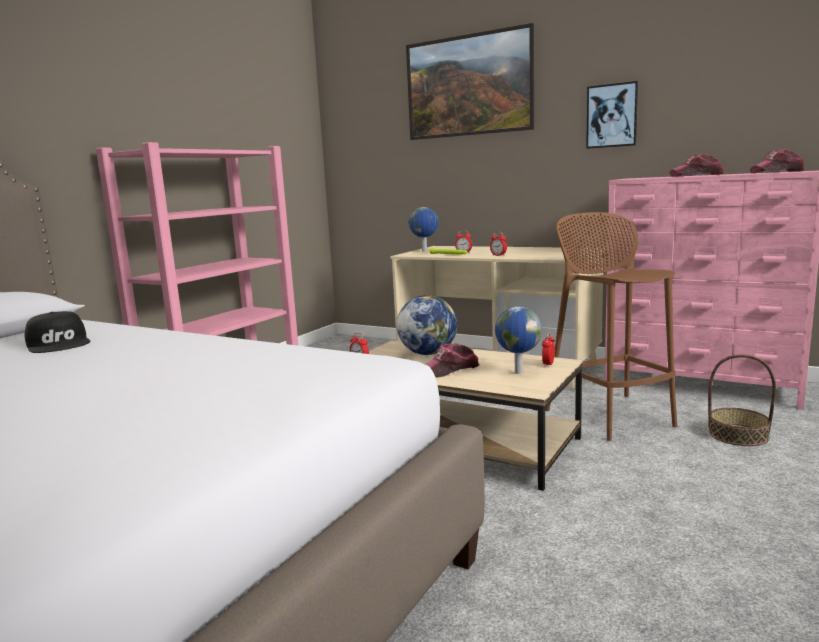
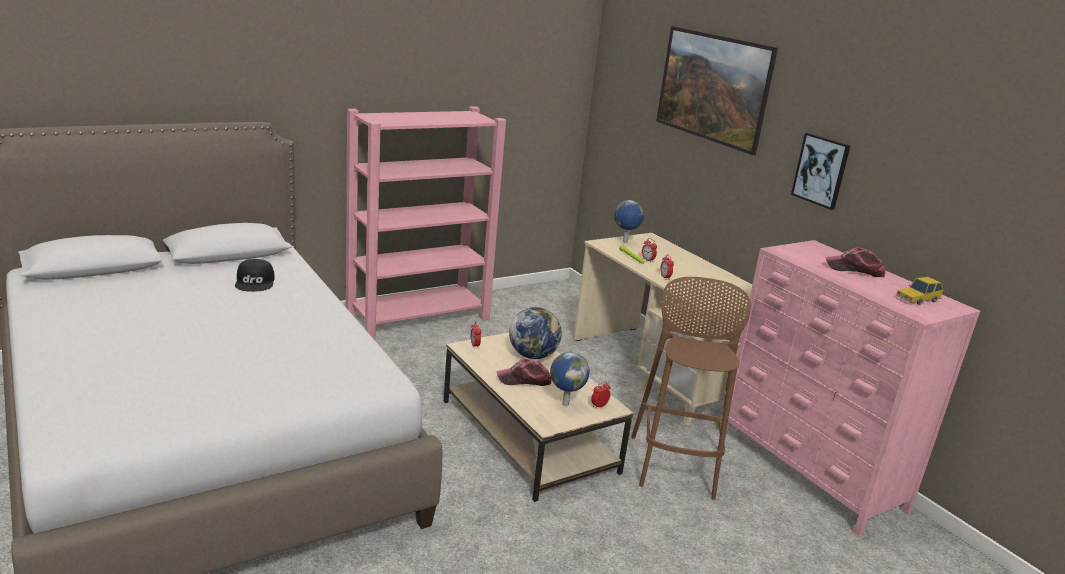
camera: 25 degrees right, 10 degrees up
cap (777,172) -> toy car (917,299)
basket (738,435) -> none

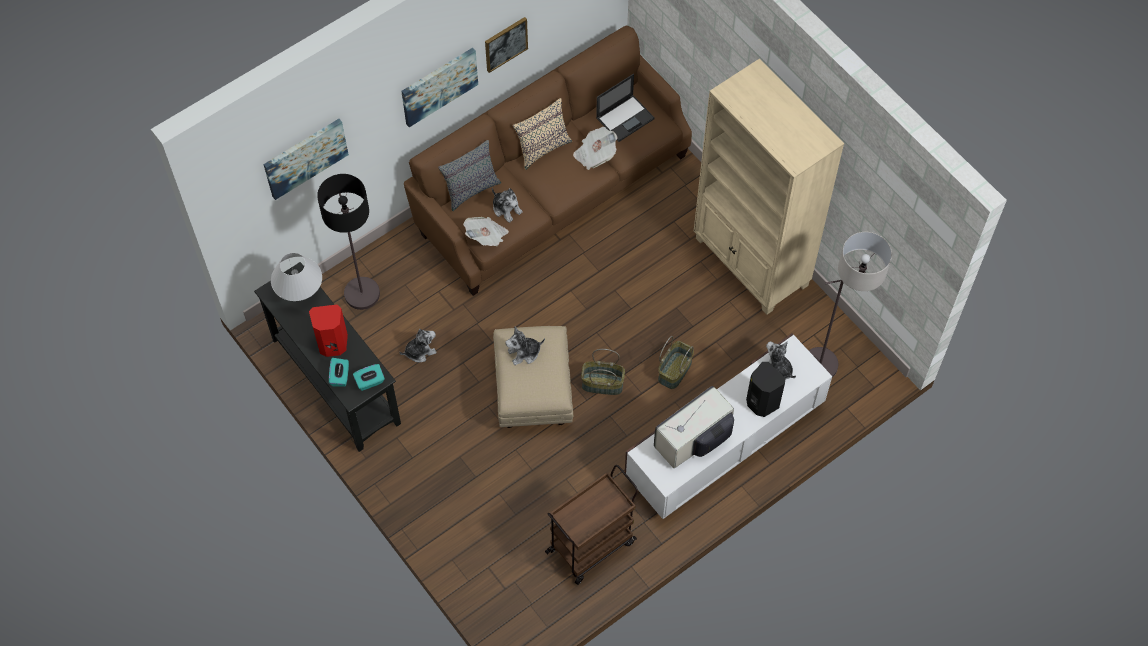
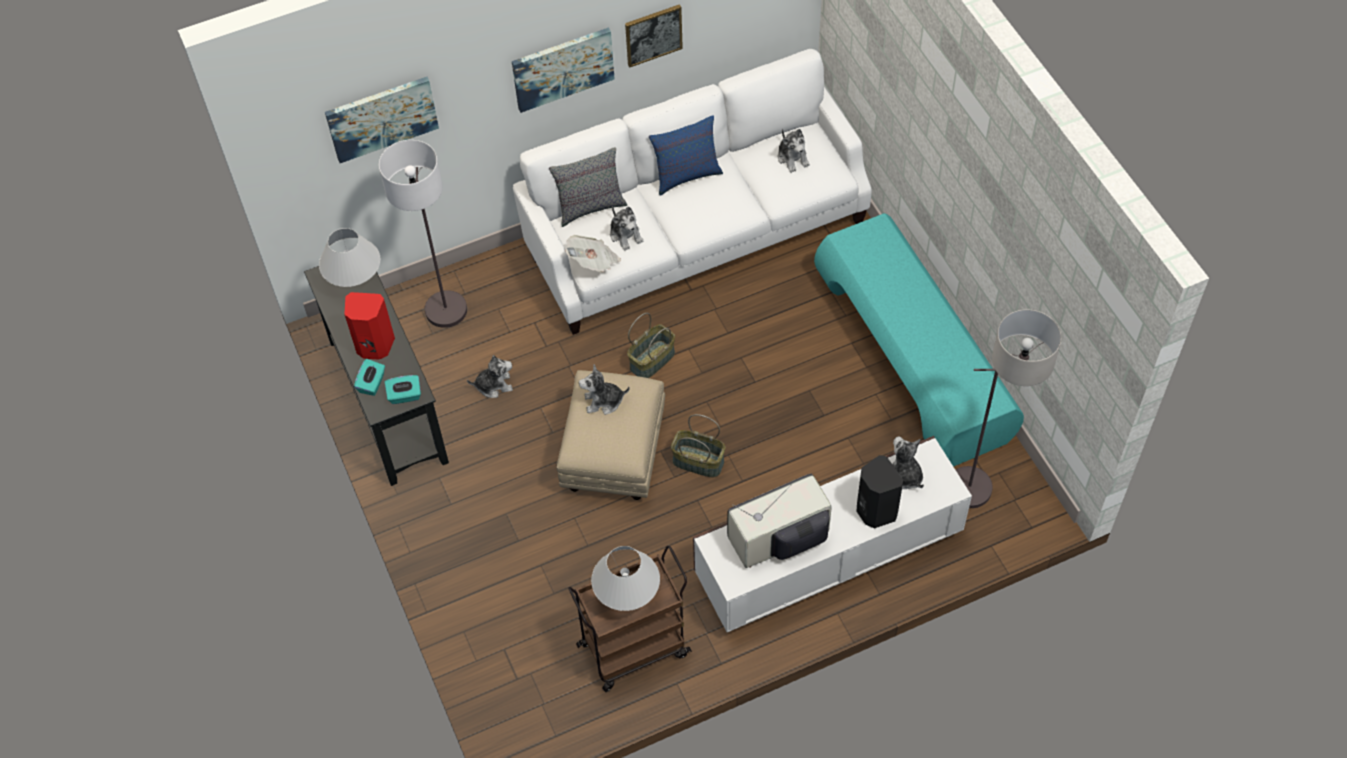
camera: 15 degrees right, 5 degrees down
blackish standard lamp (364,303) -> whitish standard lamp (446,321)
brown couch (551,190) -> whitish couch (695,234)
none -> whitish table lamp (627,596)
basket (674,370) -> basket (652,359), shifted
beige pillow (543,149) -> bluish pillow (687,177)
portable computer (625,118) -> plush toy (792,158)
beige bookcase (751,263) -> turquoise-coloured long seat (913,355)
daily paper (595,154) -> none

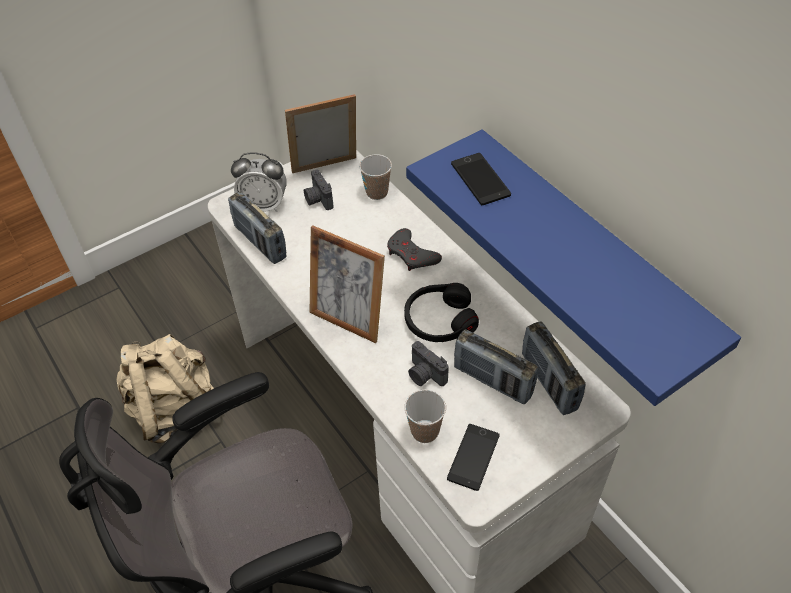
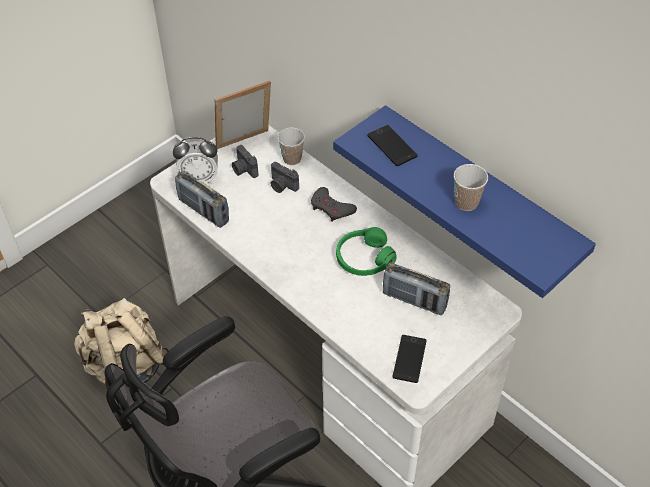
camera: 10 degrees left, 0 degrees up
photo camera (425,375) -> photo camera (282,186), shifted
blackish headphones (439,320) -> greenish headphones (364,258)
small cup (425,431) -> small cup (466,203), shifted
photo frame (348,319) -> none
radio receiver (548,382) -> none

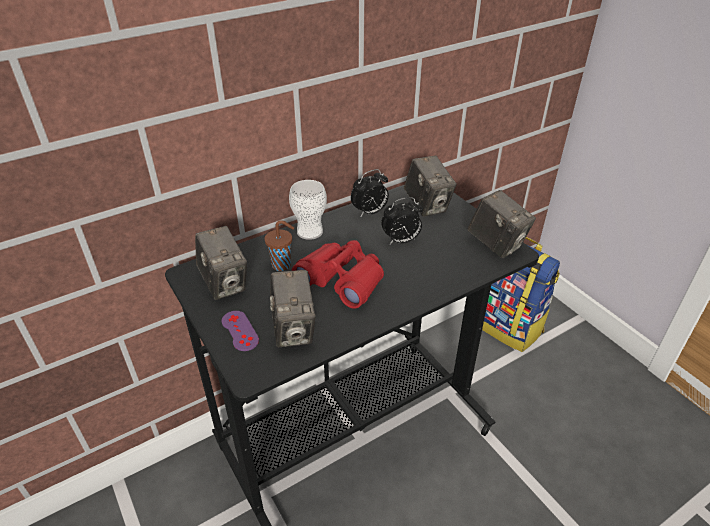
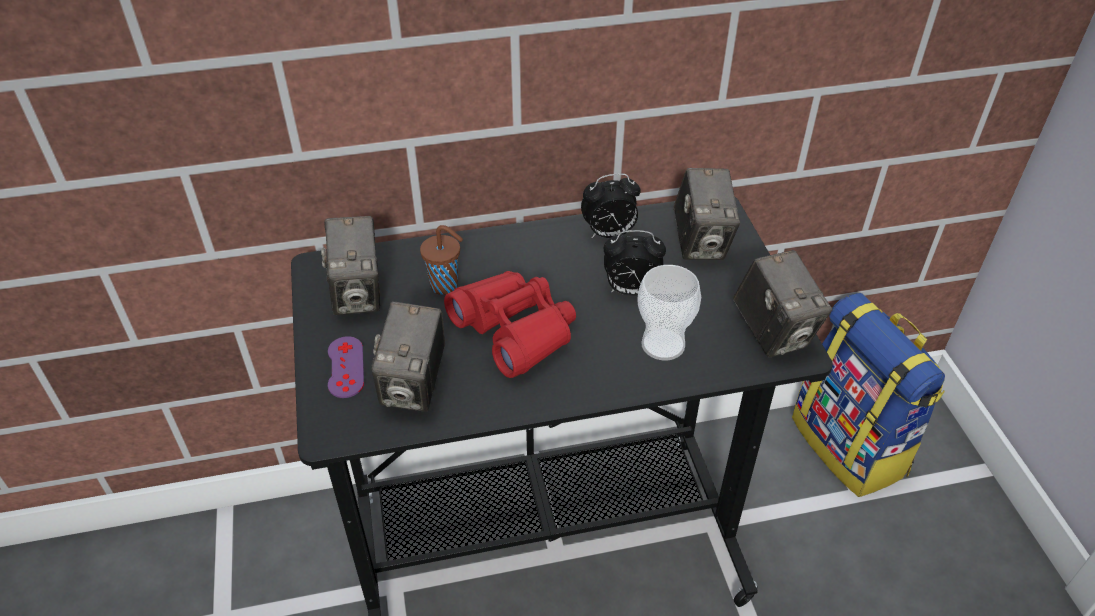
camera: 20 degrees right, 5 degrees up
small cup (310,231) -> small cup (663,344), shifted

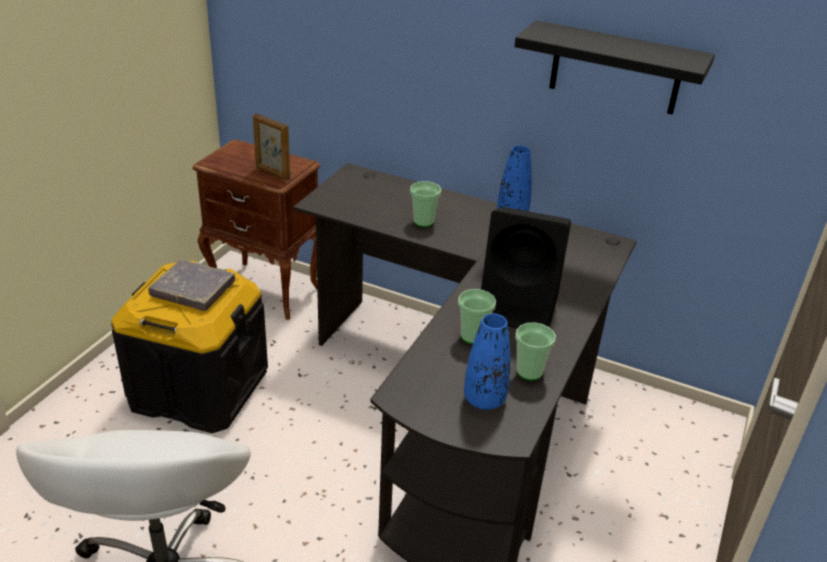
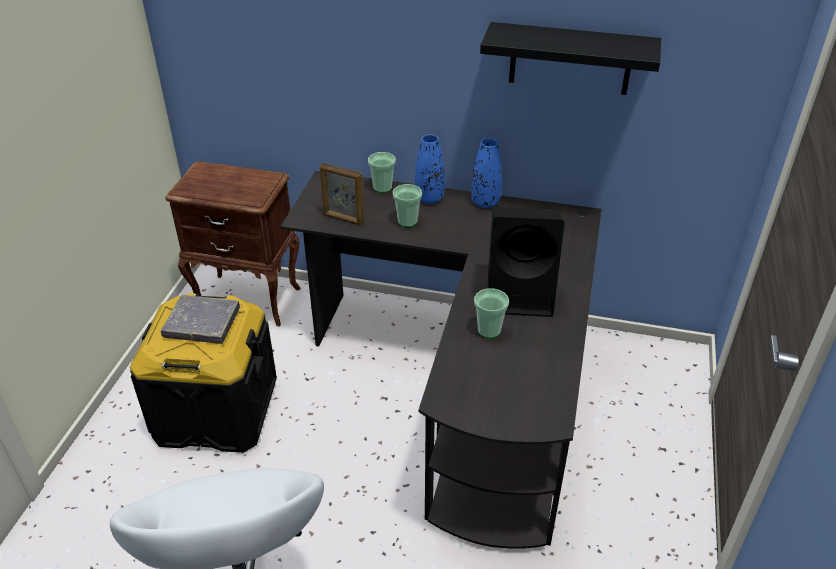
camera: 10 degrees left, 5 degrees up
photo frame (272,173) -> photo frame (343,219), shifted
small cup (529,371) -> small cup (382,187), shifted
bluish flower vase (484,400) -> bluish flower vase (429,198), shifted

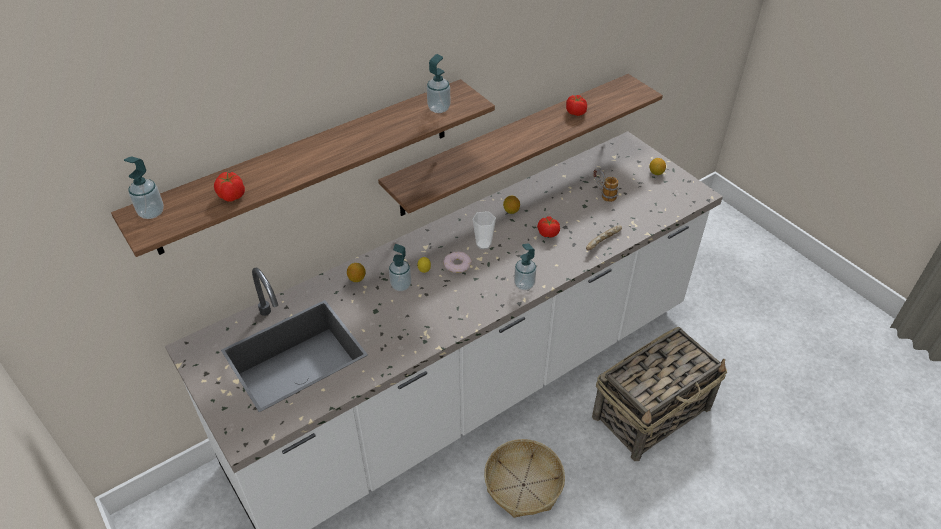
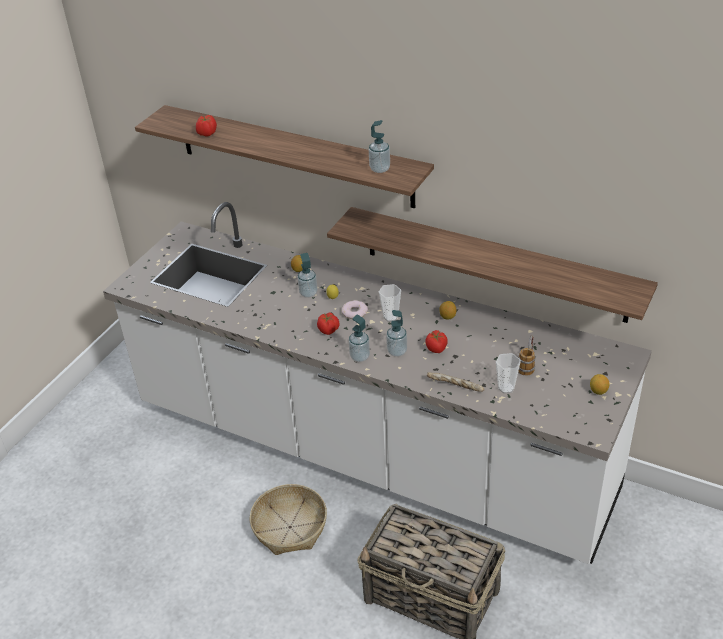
camera: 65 degrees right, 5 degrees down
whole tomato (575,113) -> whole tomato (329,330), shifted
soap dispenser (151,212) -> soap dispenser (397,351), shifted
none -> small cup (506,388)

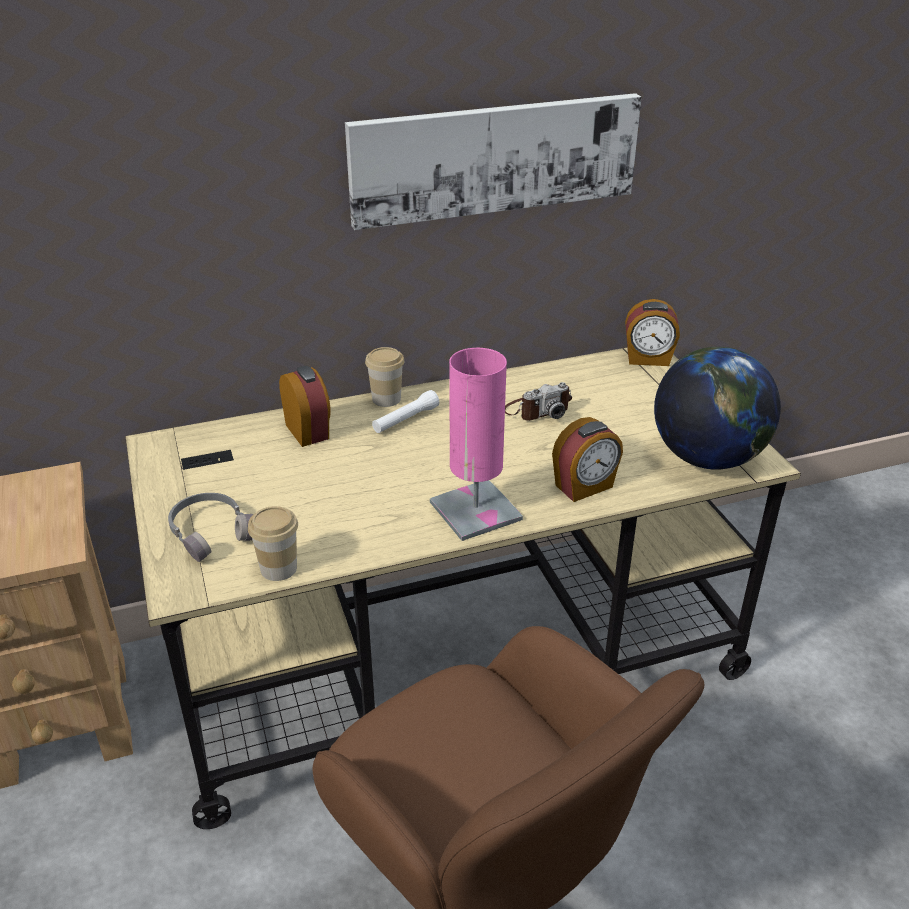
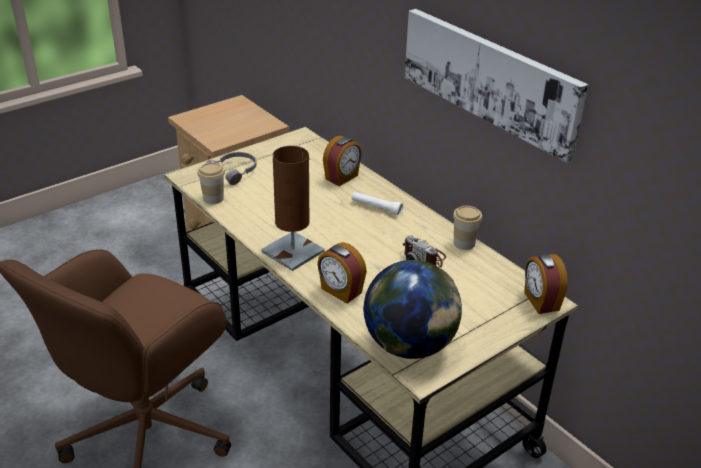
camera: 70 degrees right, 0 degrees up
pink table lamp (475,511) -> brown table lamp (293,251)
small cup (386,399) -> small cup (464,243), shifted

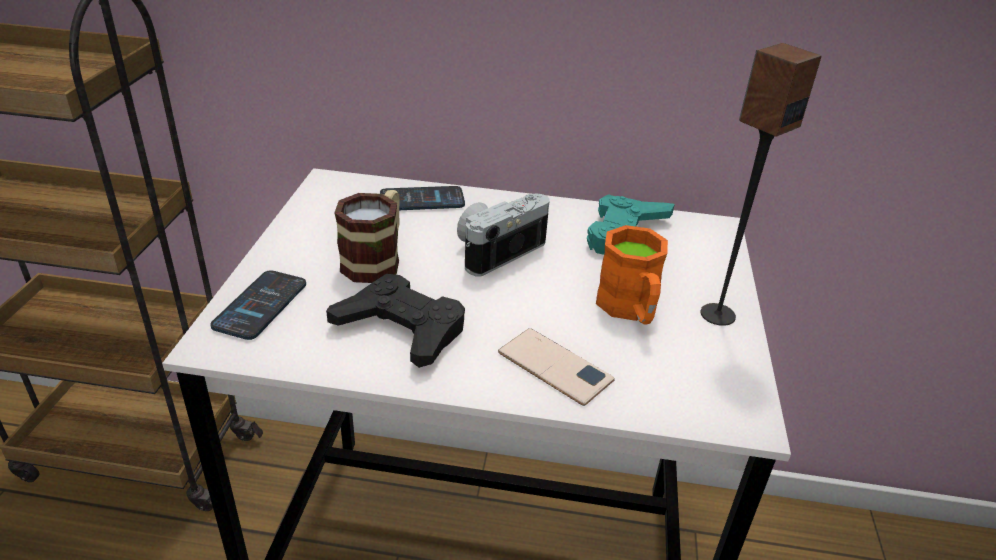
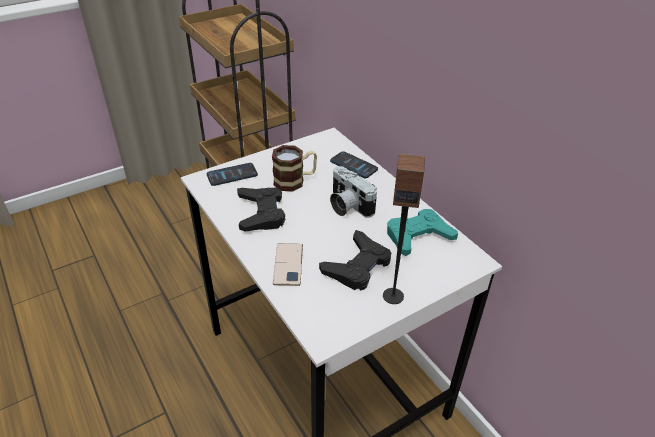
camera: 50 degrees right, 5 degrees up
orangey tea mug (630,309) -> blackish joypad (357,266)
photo camera (497,250) -> photo camera (347,205), 135 degrees counterclockwise

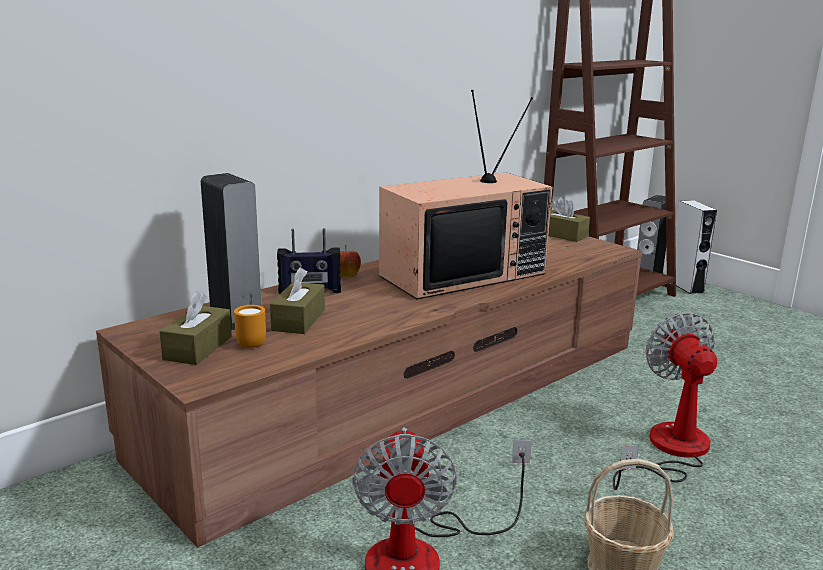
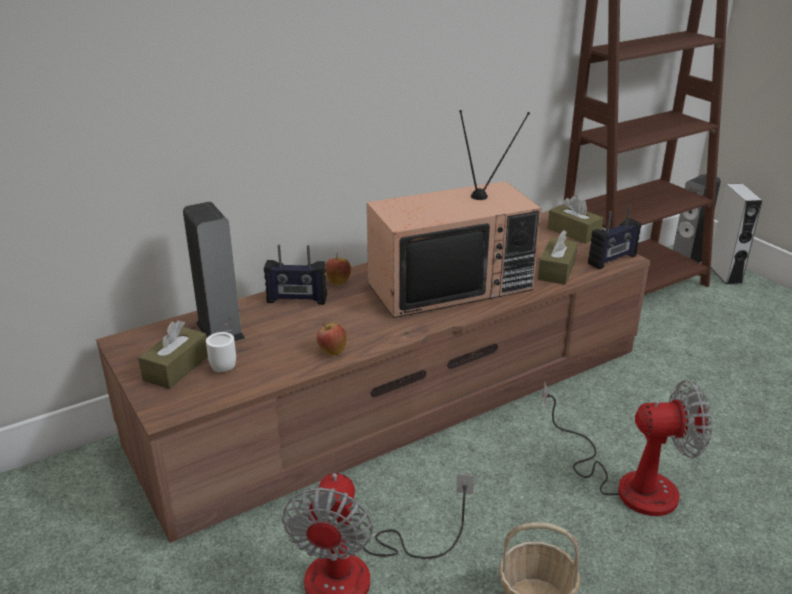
camera: 10 degrees right, 10 degrees up
orangey tea mug (250,343) -> whitish tea mug (223,366)
none -> whole apple (332,351)
brown tissue holder (298,320) -> brown tissue holder (556,270), shifted
cooling fan (669,450) -> cooling fan (628,482), 90 degrees clockwise
none -> radio receiver (612,260)

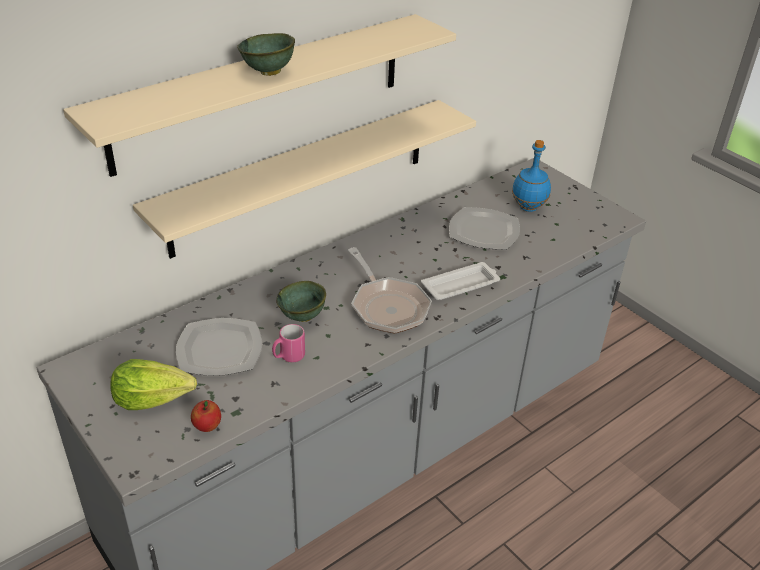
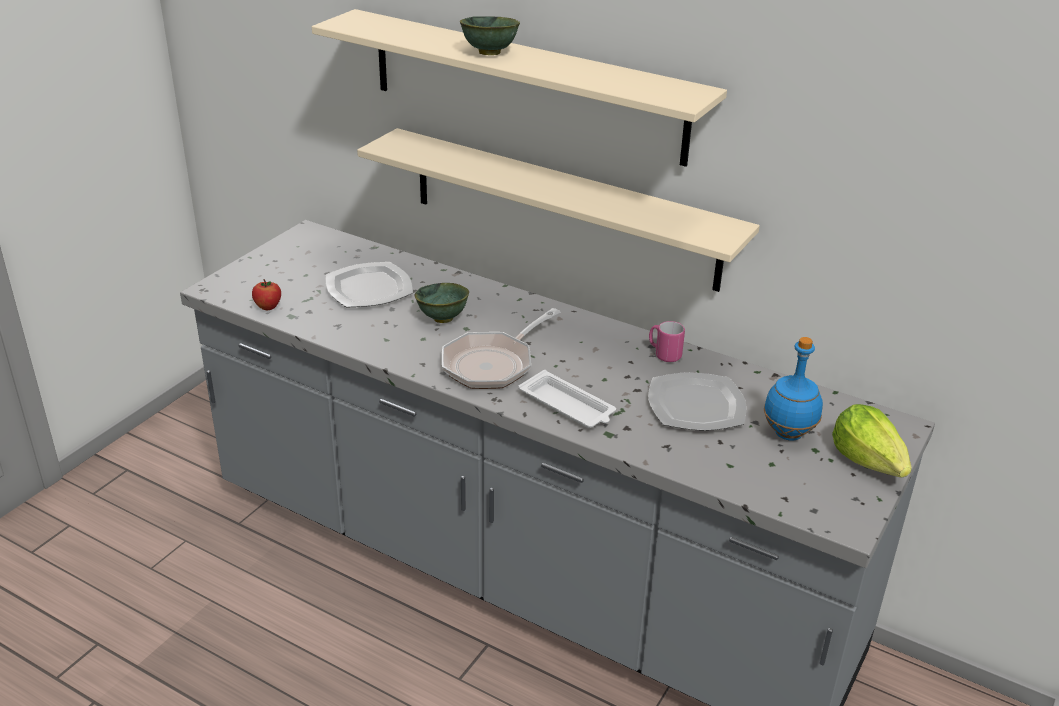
camera: 70 degrees right, 5 degrees down
pink tea mug (288,357) -> pink tea mug (664,354), shifted
lettuce head (153,398) -> lettuce head (869,461), shifted

